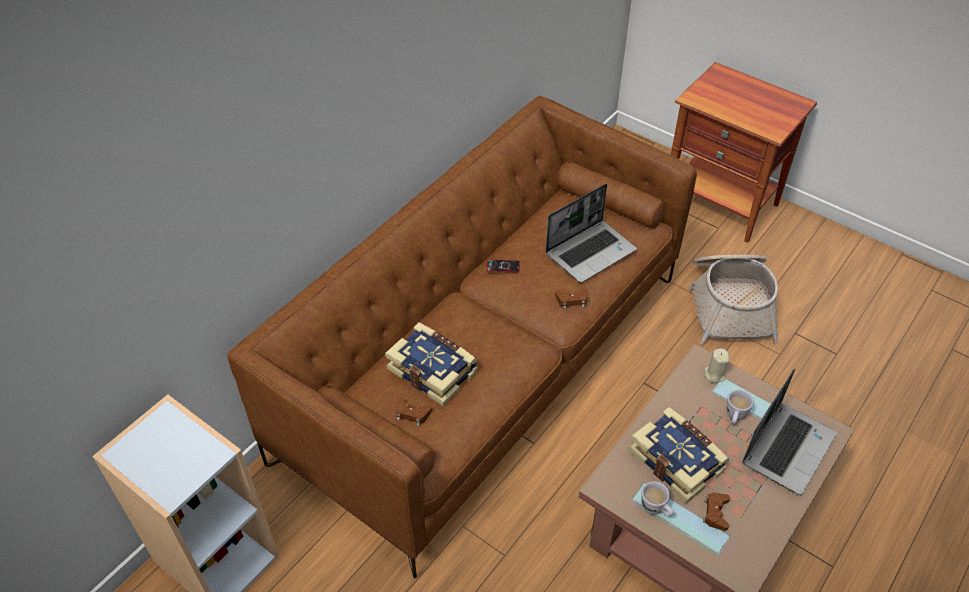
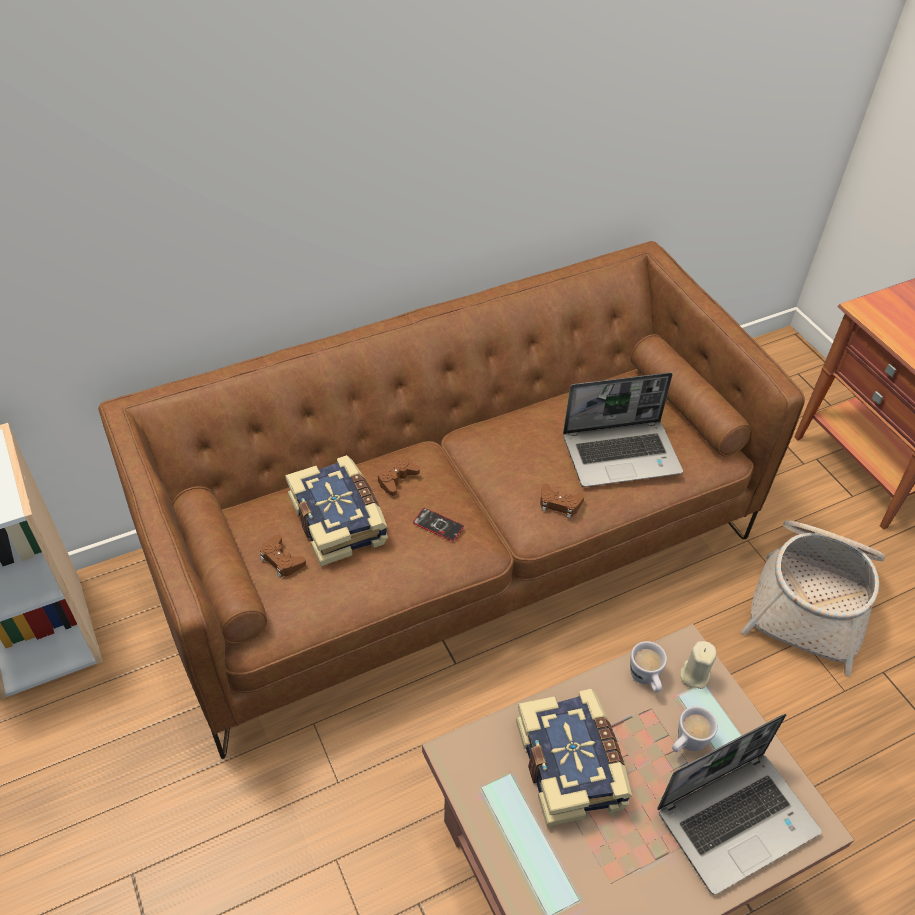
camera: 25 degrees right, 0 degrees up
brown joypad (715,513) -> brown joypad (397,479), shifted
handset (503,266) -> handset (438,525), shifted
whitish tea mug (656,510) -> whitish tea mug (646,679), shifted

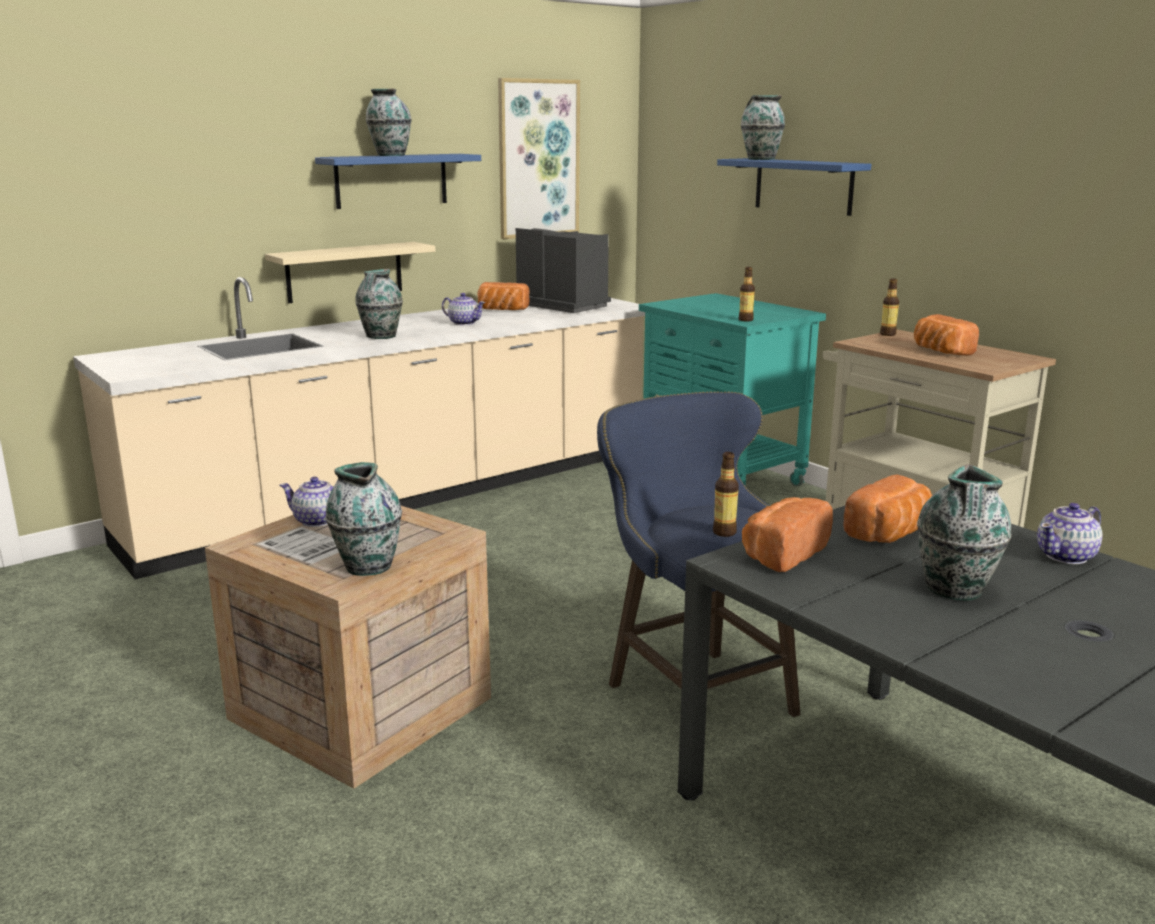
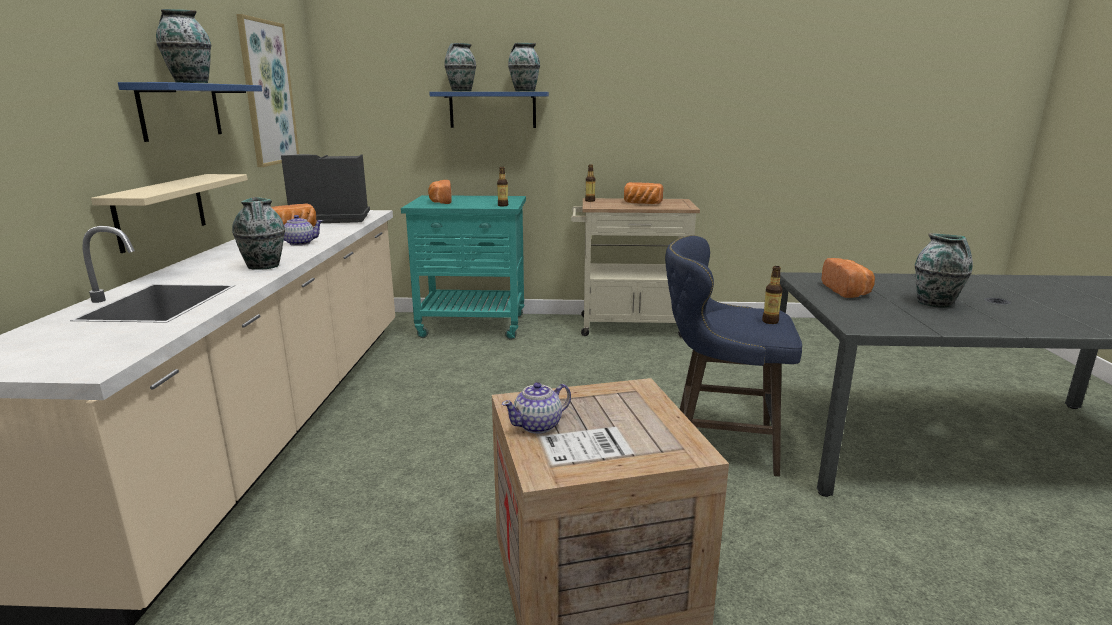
camera: 50 degrees left, 0 degrees up
baked bread (781,554) -> baked bread (440,202), shifted
flower vase (368,566) -> flower vase (524,91), shifted
pot for tea (1067,556) -> none

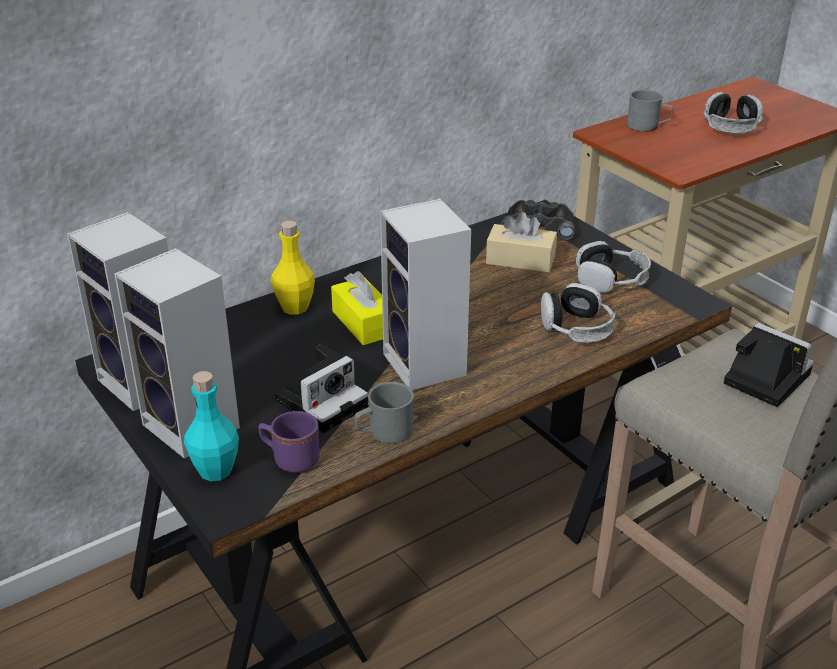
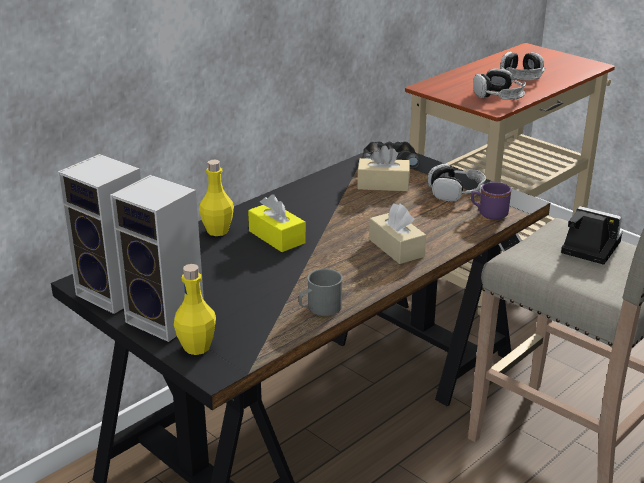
camera: 10 degrees left, 5 degrees down
turquoise-coloured bottle (215,470) -> yellow bottle (197,347)
none -> beige tissue holder (396,248)
purple tea mug (290,459) -> purple tea mug (489,214), shifted
headphones (576,328) -> headphones (499,96), shifted
photo camera (323,401) -> none
audio speaker (427,366) -> none
gray tea mug (648,126) -> none

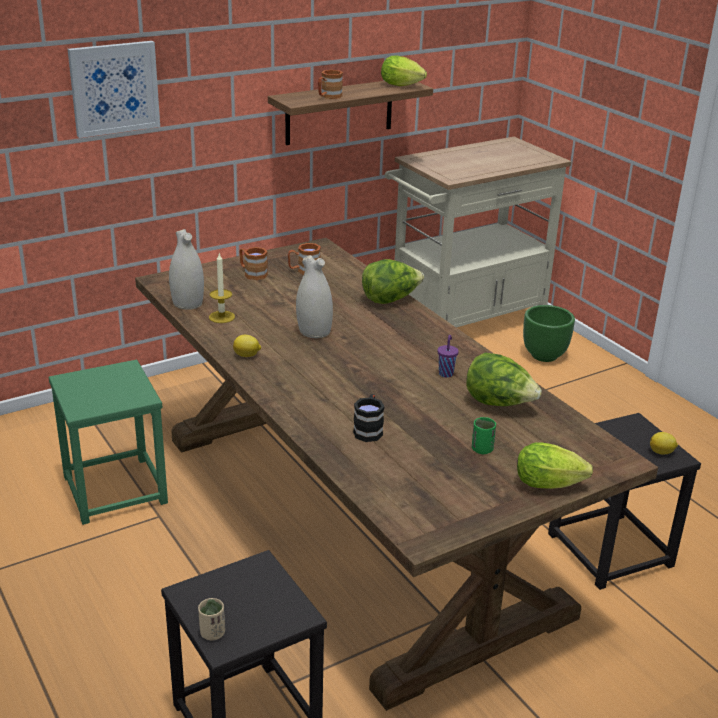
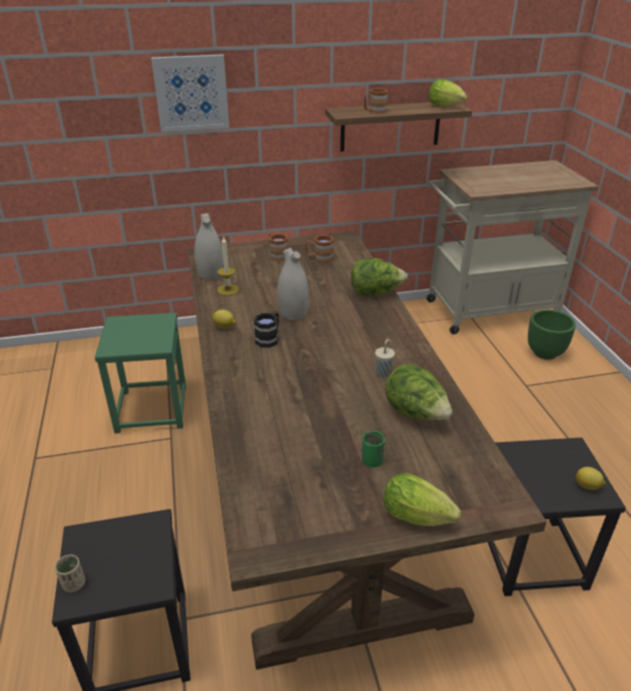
camera: 20 degrees right, 5 degrees up
blackish tea mug (369,430) -> blackish tea mug (269,338), shifted
purple small cup (446,373) -> beige small cup (383,373)

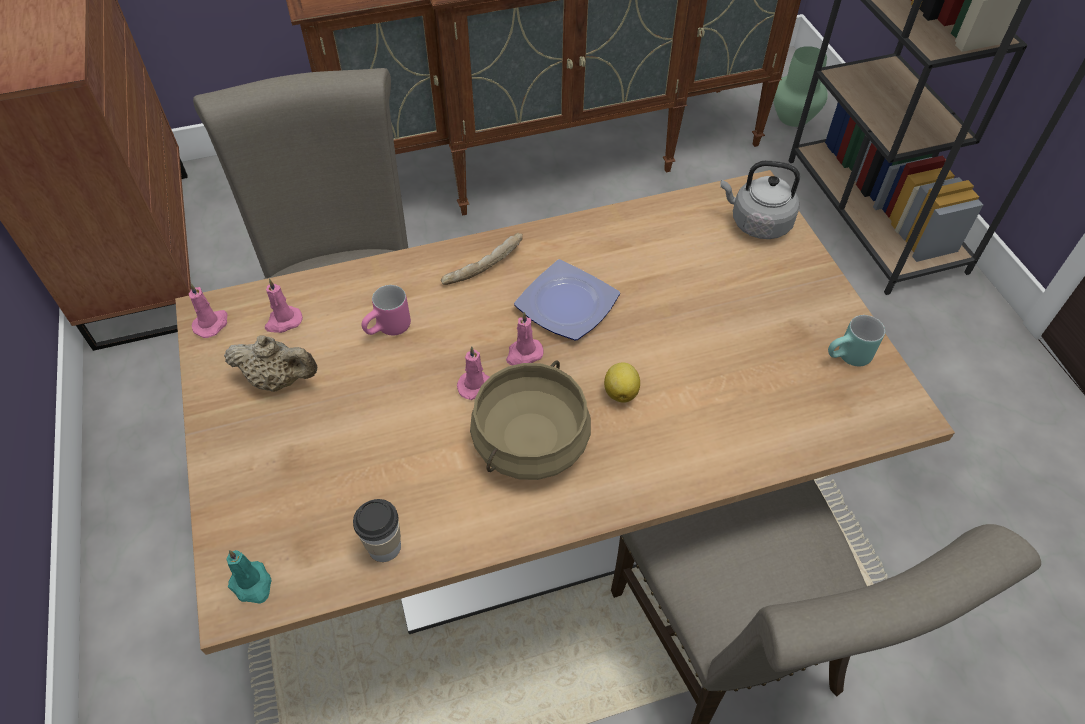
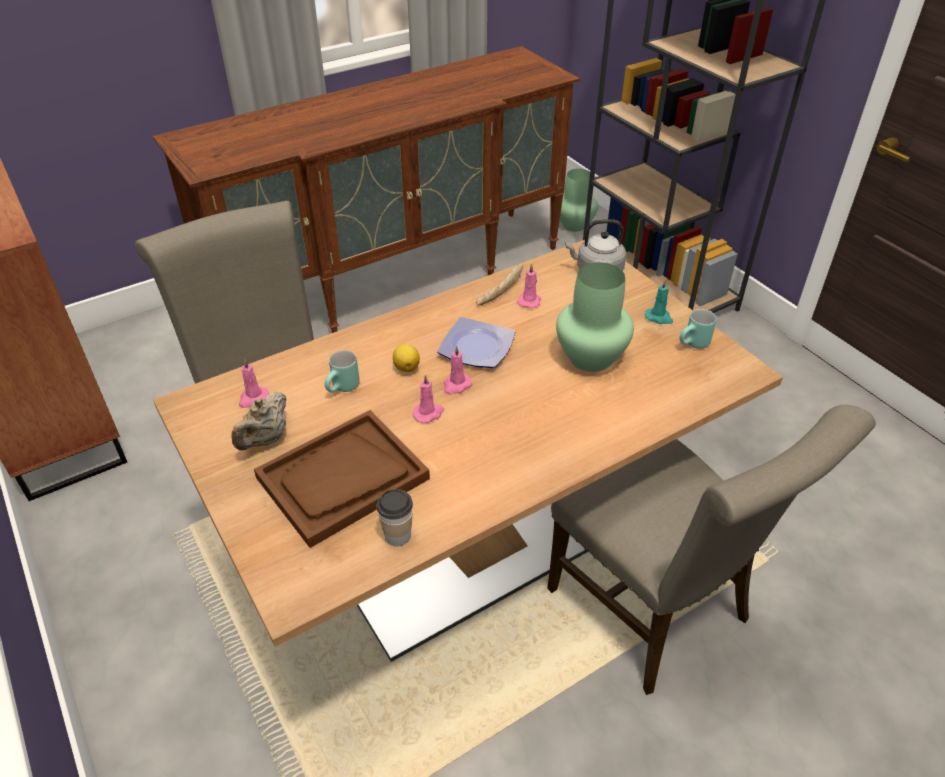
camera: 15 degrees left, 10 degrees down
beige pot for tea (279,380) -> beige pot for tea (265,439), 120 degrees clockwise
none -> brown tray (342,479)
pink tea mug (389,330) -> turquoise-coloured tea mug (344,389)
lemon (621,391) -> lemon (407,367), shifted
baked bread (482,265) -> baked bread (499,290), shifted
pink wax light (212,324) -> pink wax light (529,300), shifted
none -> greenish flower vase (589,357)
turquoise-coloured wax light (252,584) -> turquoise-coloured wax light (659,318), shifted
beige stockpot (530,440) -> none

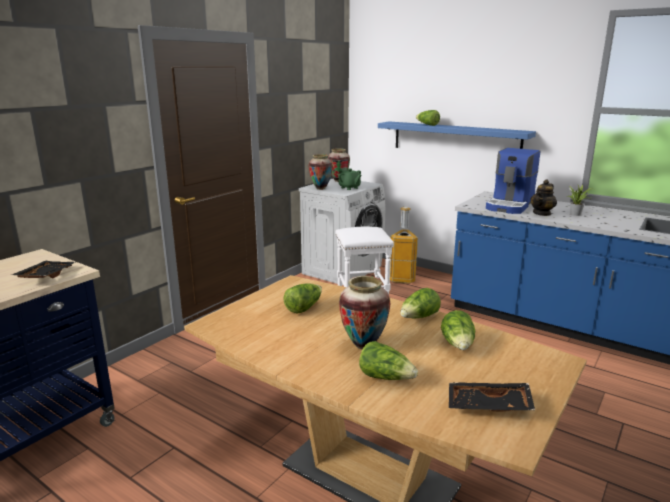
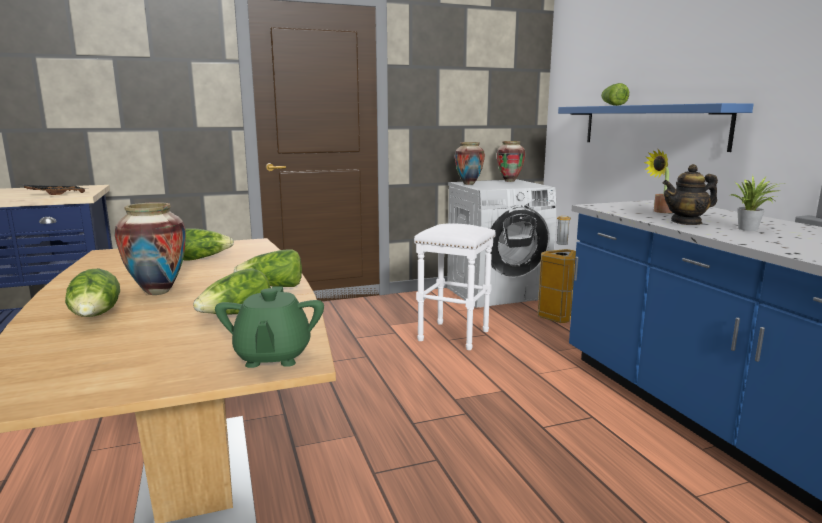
camera: 35 degrees right, 5 degrees down
greenish pot for tea (349,188) -> greenish pot for tea (272,357), shifted
coffee maker (510,205) -> plant in a pot (660,212)
blackish tray (488,407) -> none

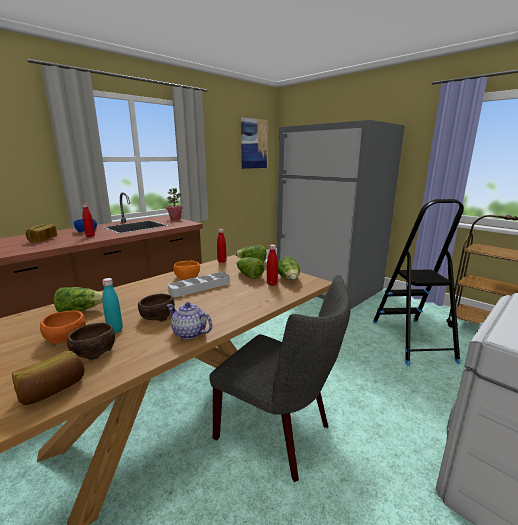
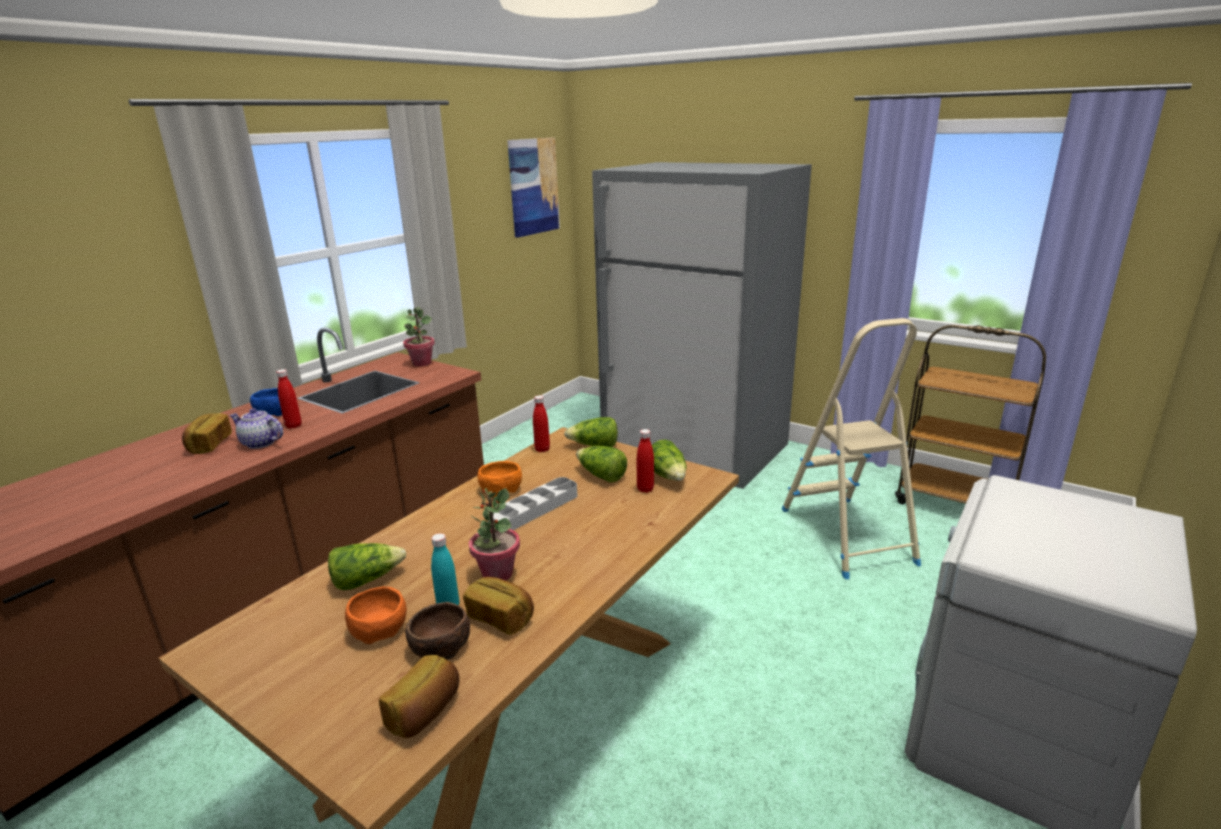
camera: 10 degrees left, 5 degrees up
pot for tea (189,333) -> pot for tea (260,443), shifted
none -> baked bread (501,617)
brown bowl (157,316) -> plant in a pot (497,574)
blackish stepladder (411,339) -> beige stepladder (845,534)
gray plain chair (279,433) -> none

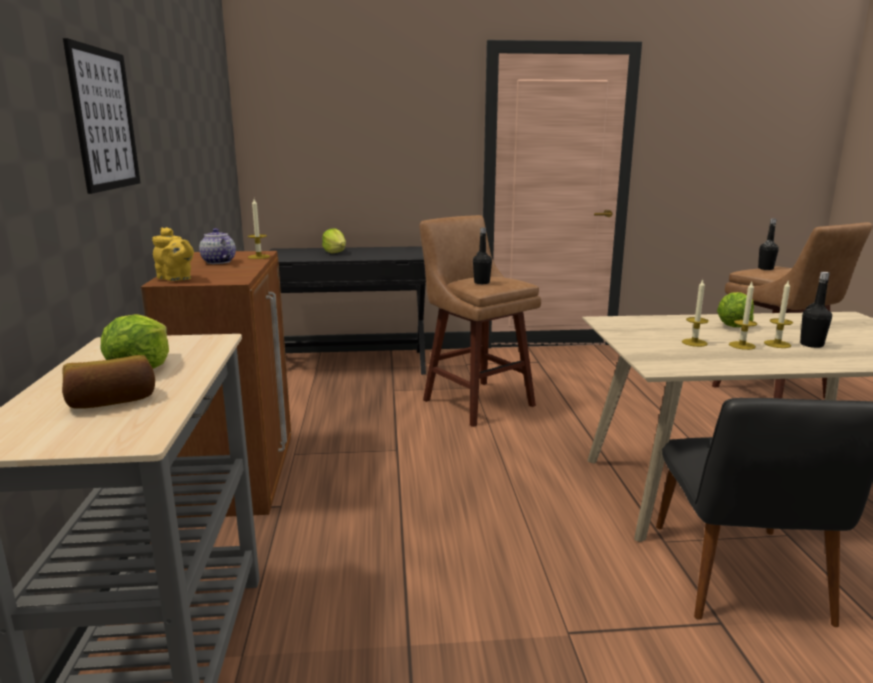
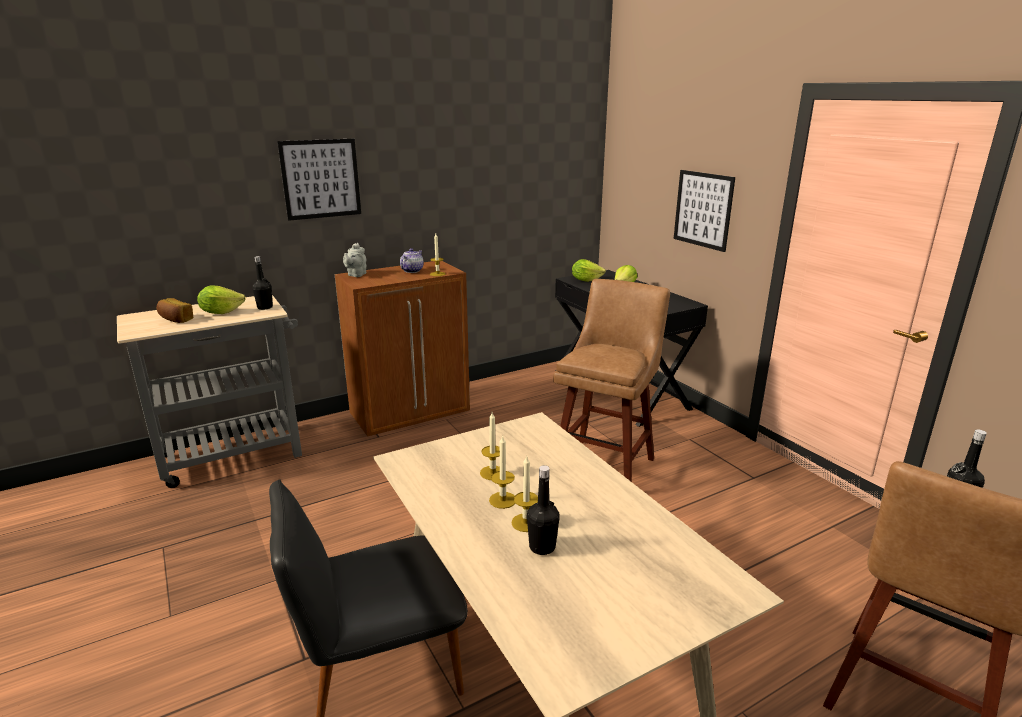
camera: 65 degrees right, 5 degrees up
blackish bottle (481,282) -> blackish bottle (265,307), shifted
yellow pot for tea (176,279) -> gray pot for tea (356,275)
lettuce head (733,326) -> lettuce head (586,280), shifted
none -> picture (703,209)

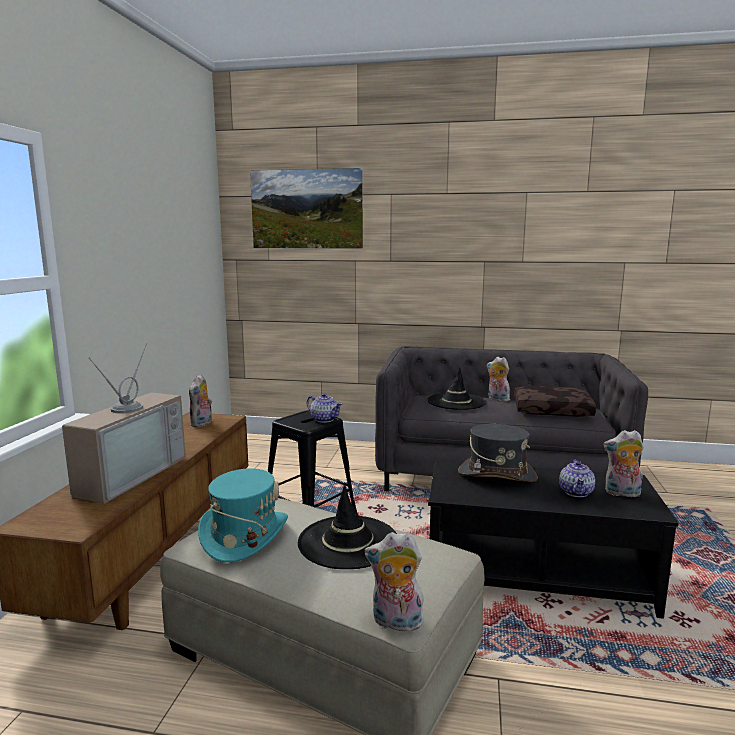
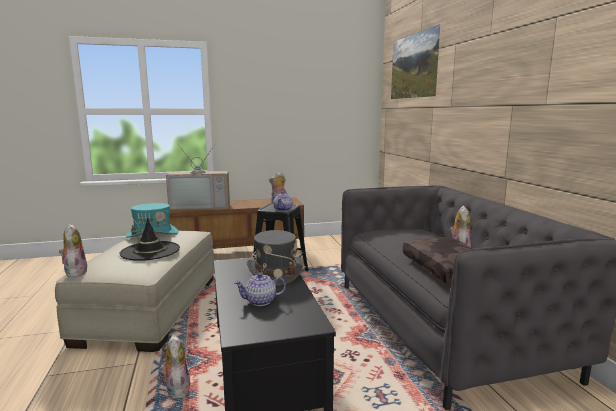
camera: 65 degrees right, 0 degrees up
plush toy (621,493) -> plush toy (176,389), shifted
blackish clothing hat (456,401) -> none

